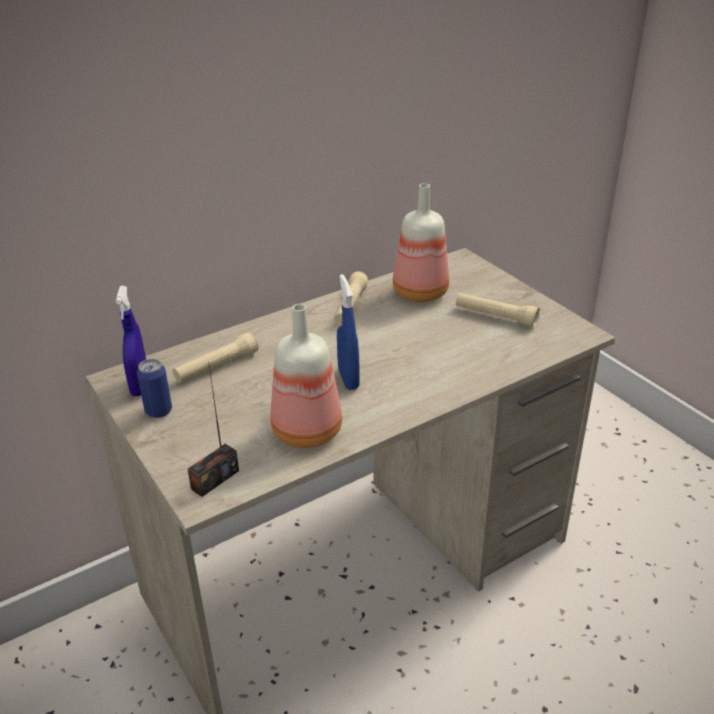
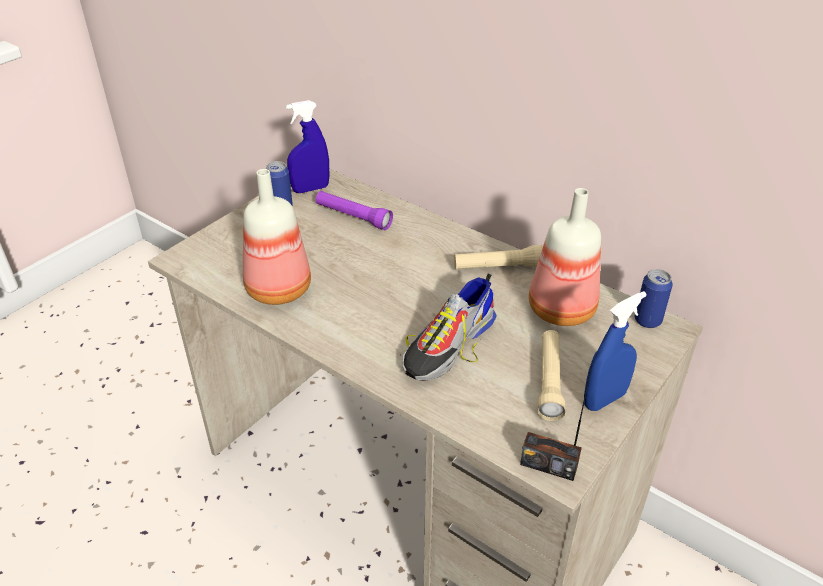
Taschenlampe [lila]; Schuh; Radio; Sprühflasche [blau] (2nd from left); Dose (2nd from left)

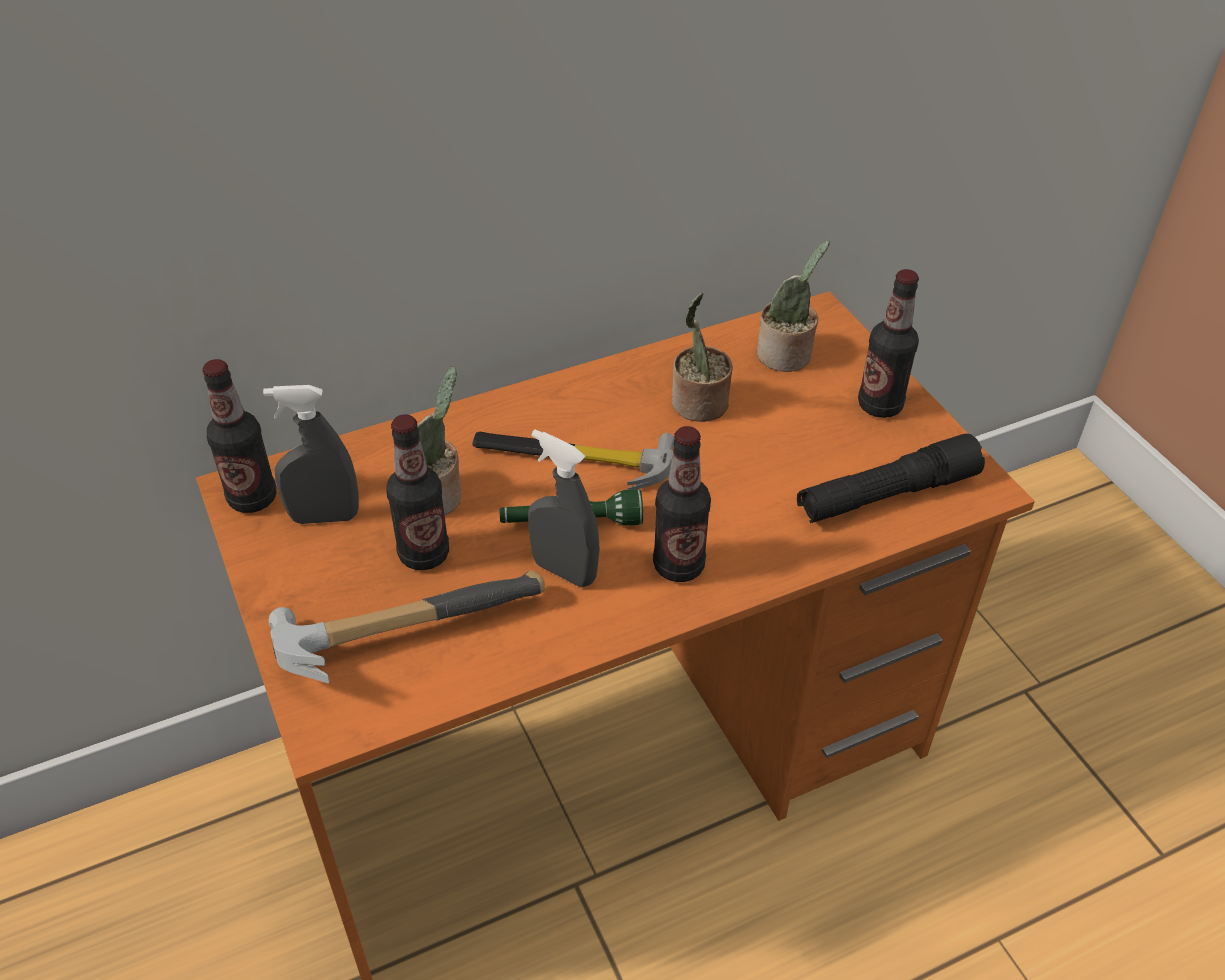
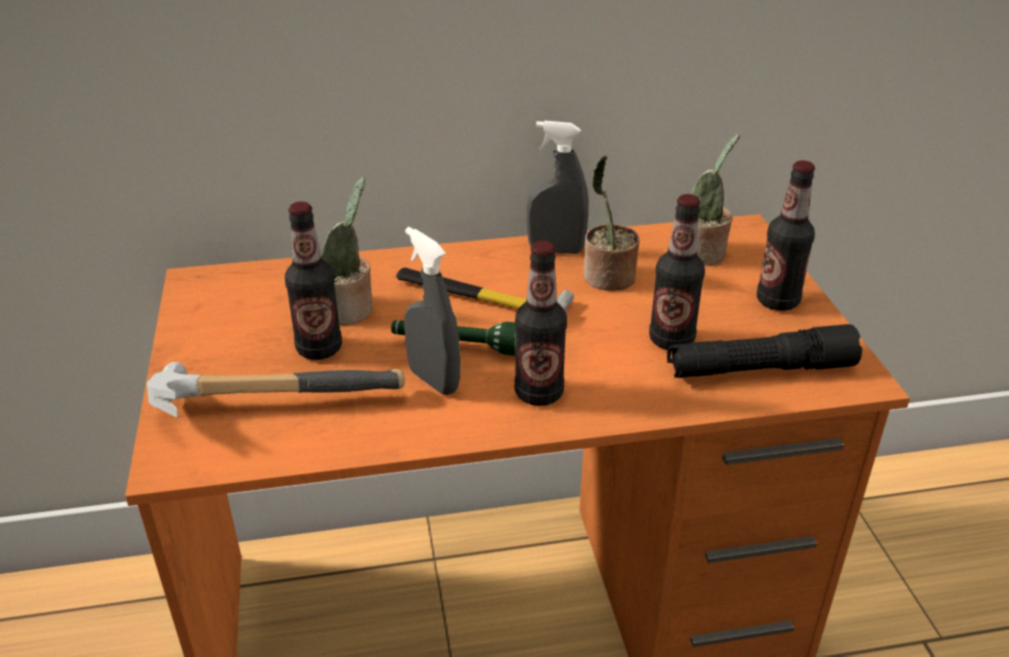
Sprühflasche [grau] (2nd from left); Flasche (3rd from left)

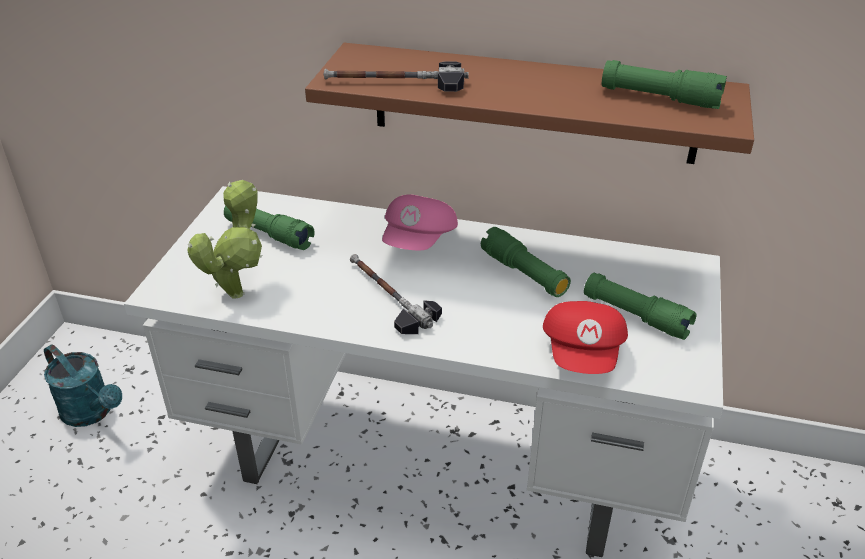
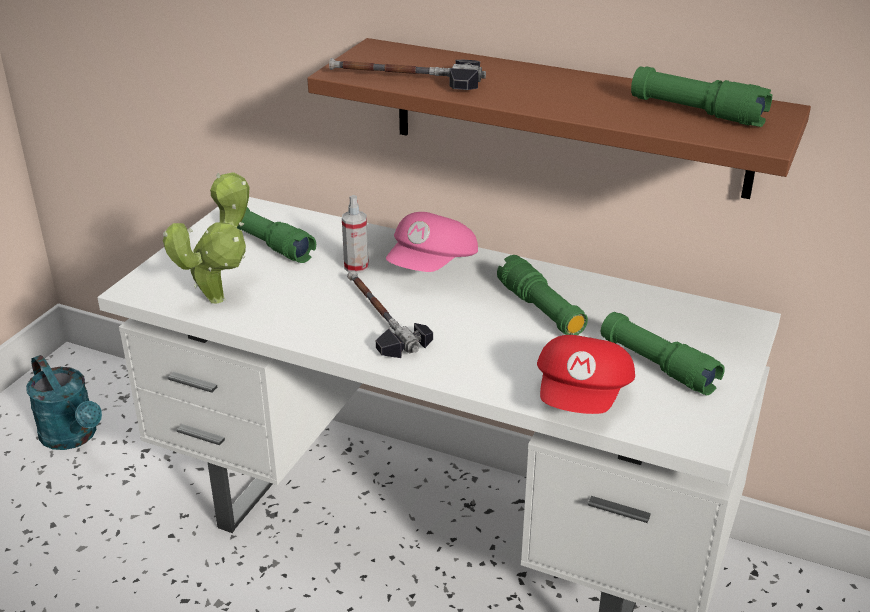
Sprühflasche

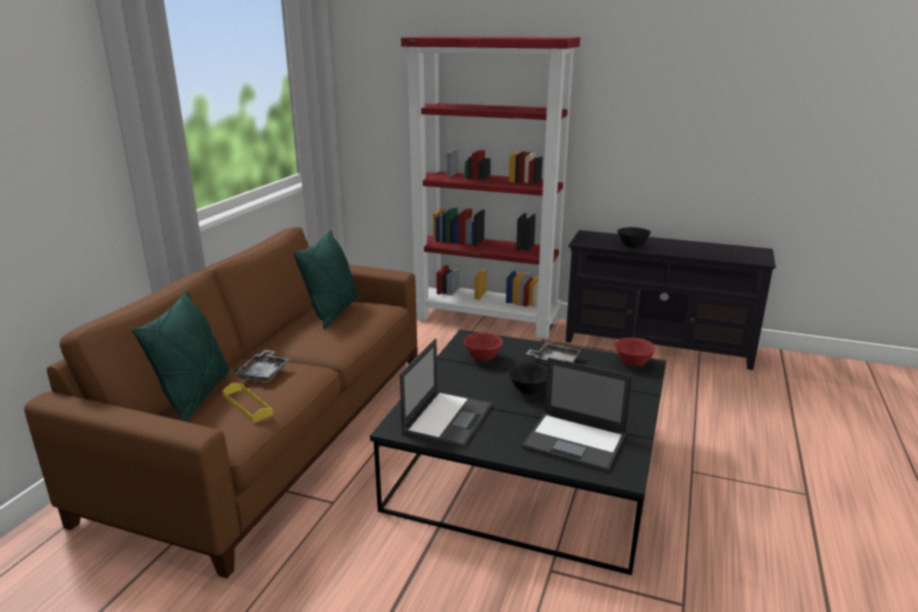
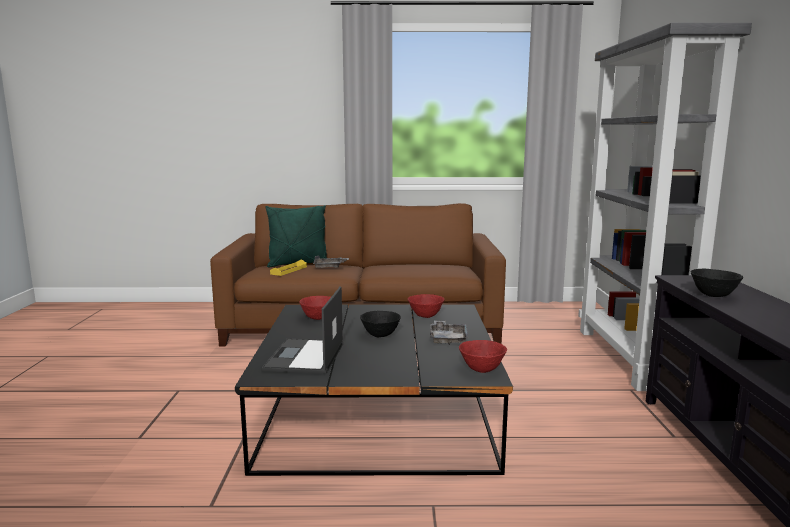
Schüssel [rot] (1st from left); Bücherregal [grau]; Kissen [grün] (2nd from left in the first image)

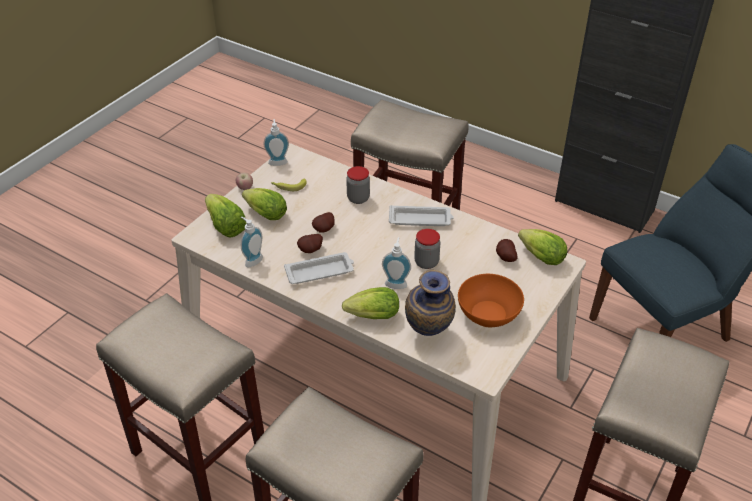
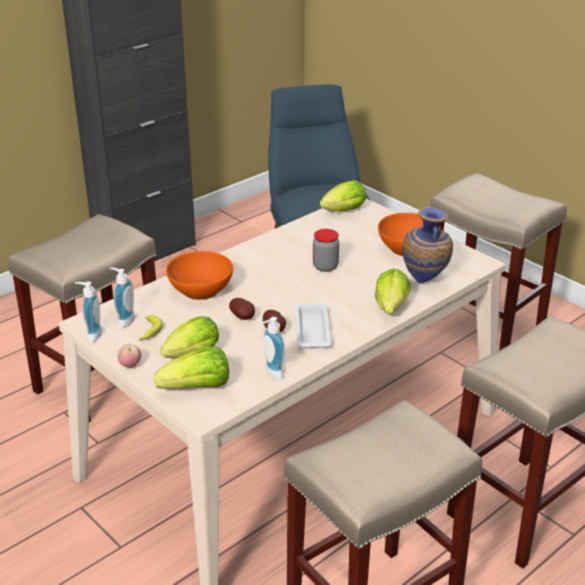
Seifenspender (2nd from left); Schüssel [orange] (1st from left); Tablett [weiß] (2nd from left in the first image); Kartoffel (3rd from left in the first image)

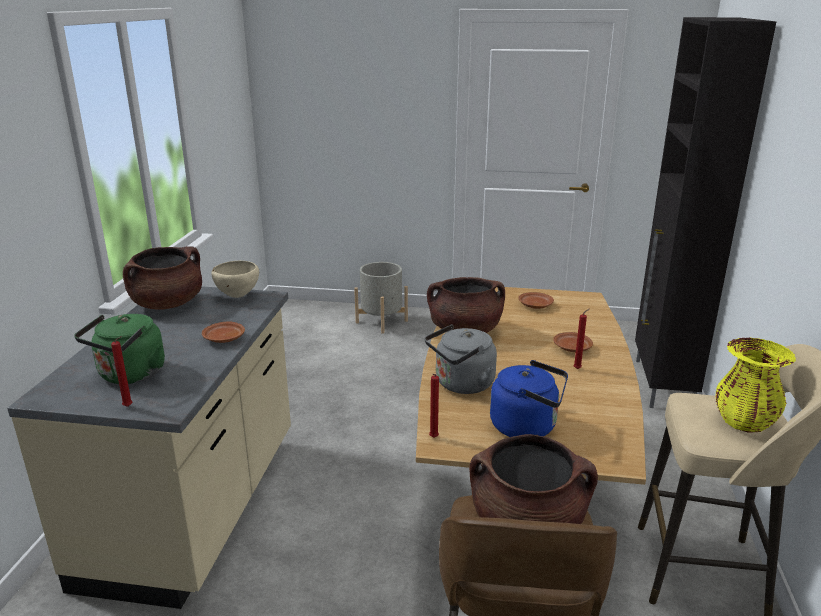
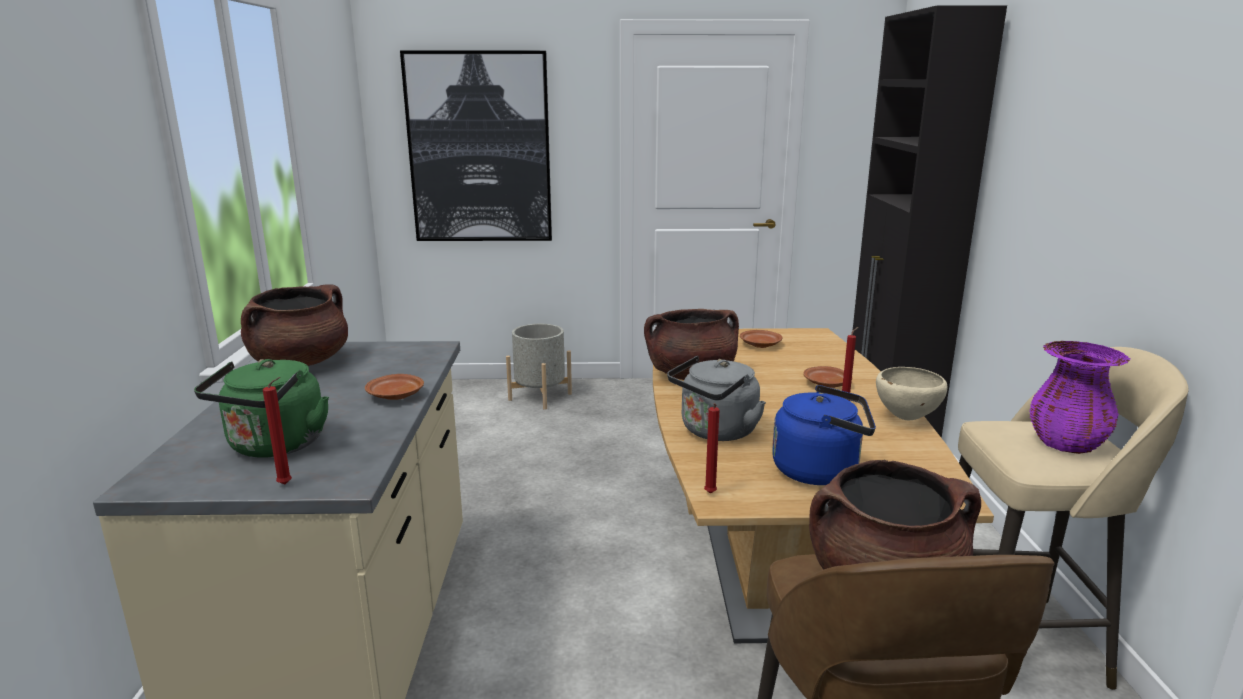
Bild; Schüssel [beige]; Vase [lila]

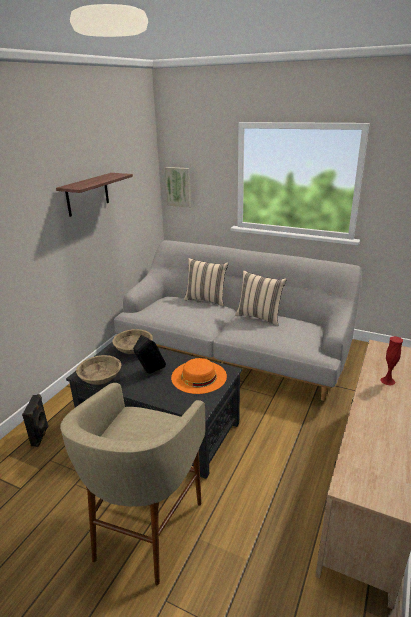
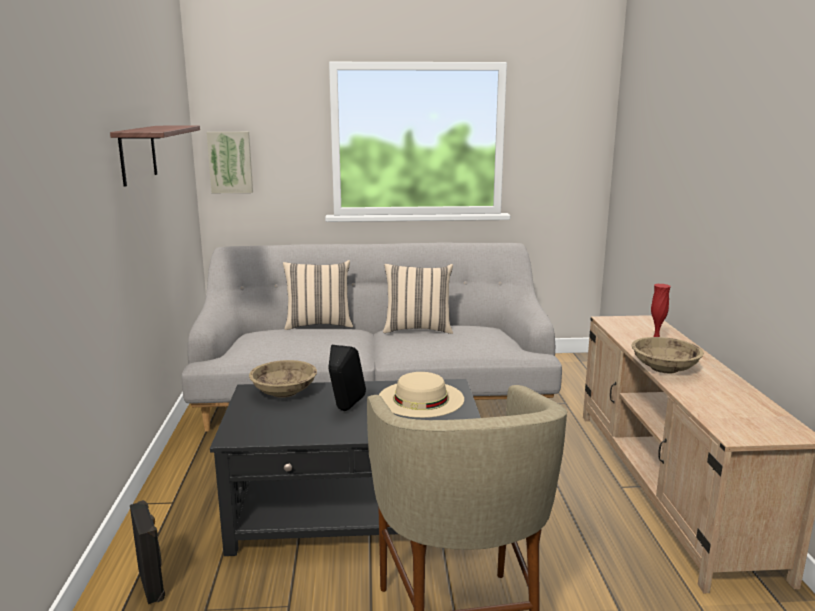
Hut [beige]; Schüssel [beige] (2nd from left)

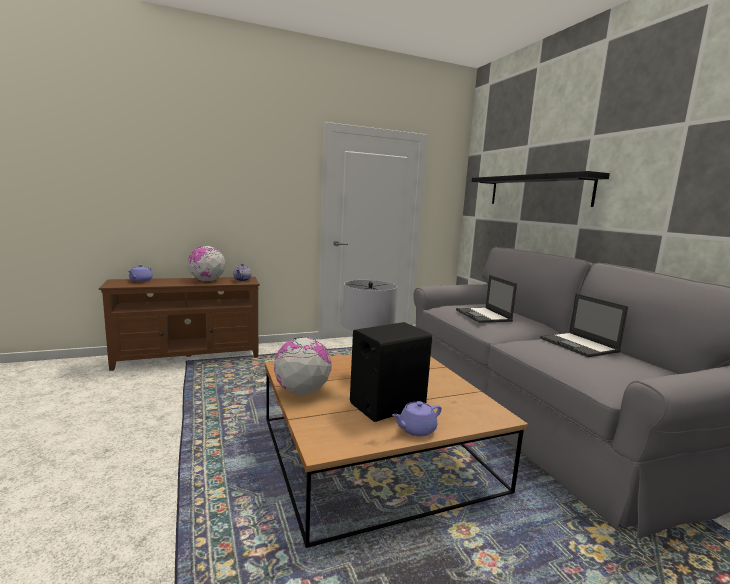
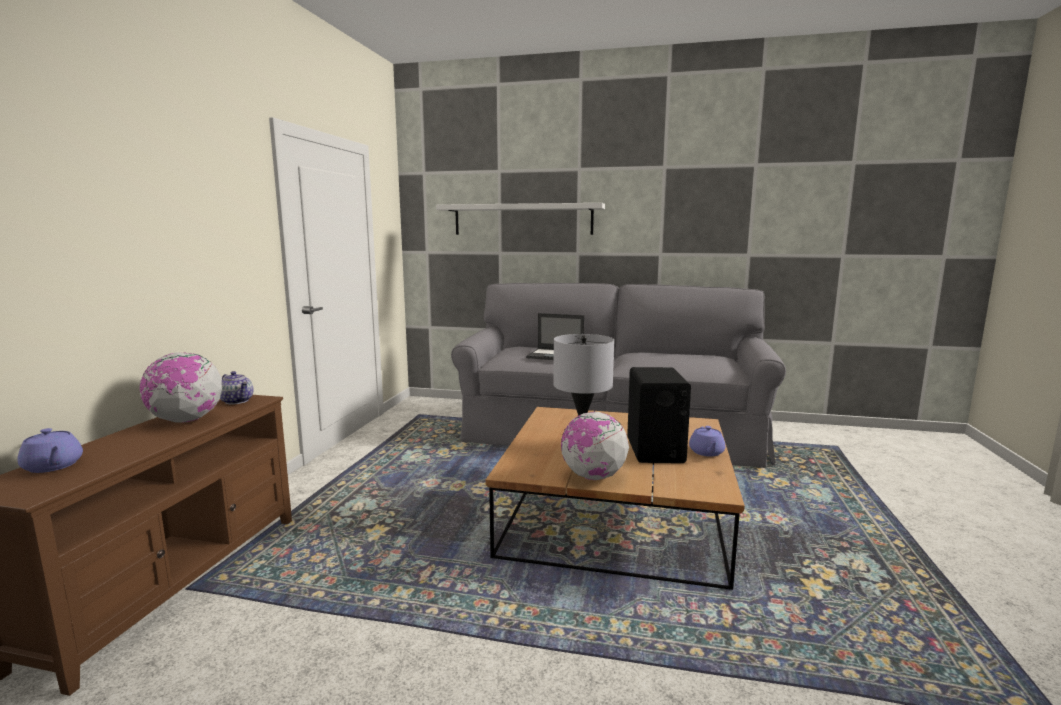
Wandregal [weiß]; Laptop (2nd from left in the first image)

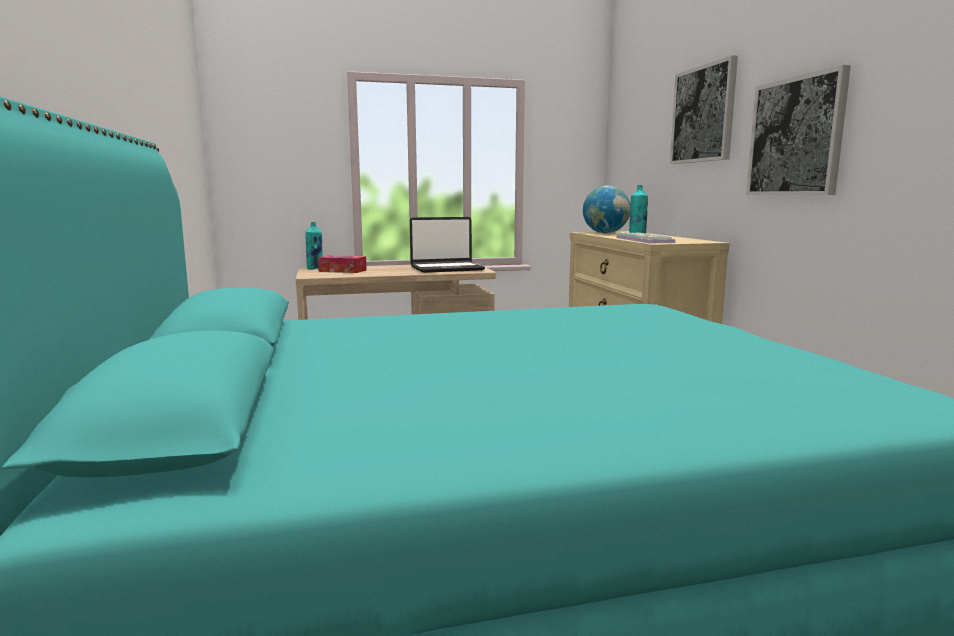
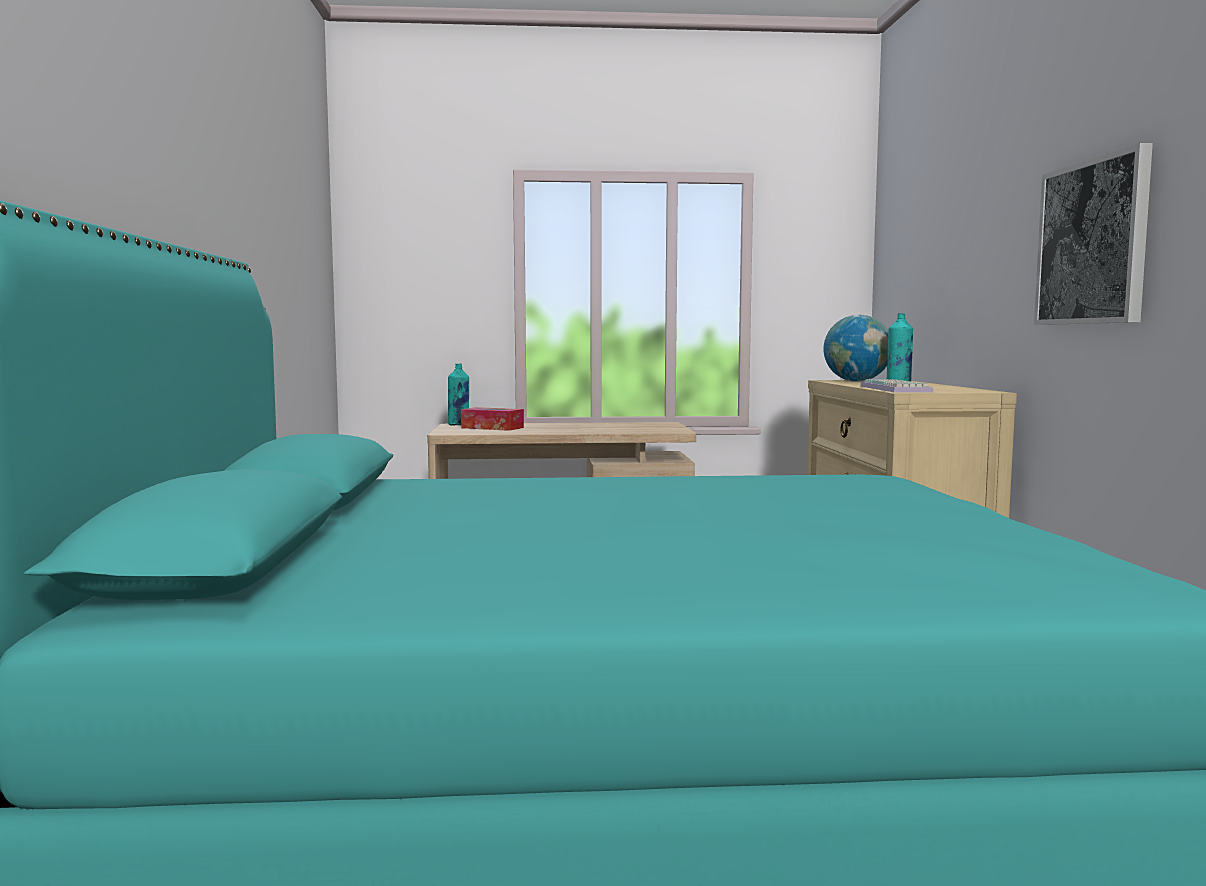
Laptop; Bild (1st from left in the first image)

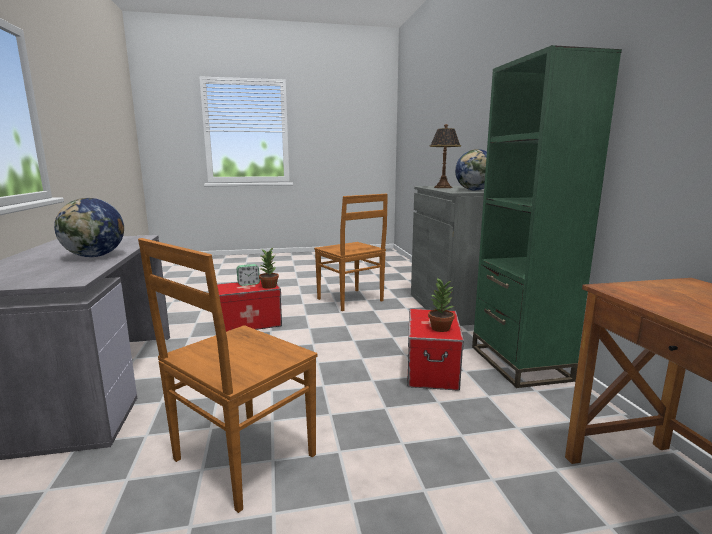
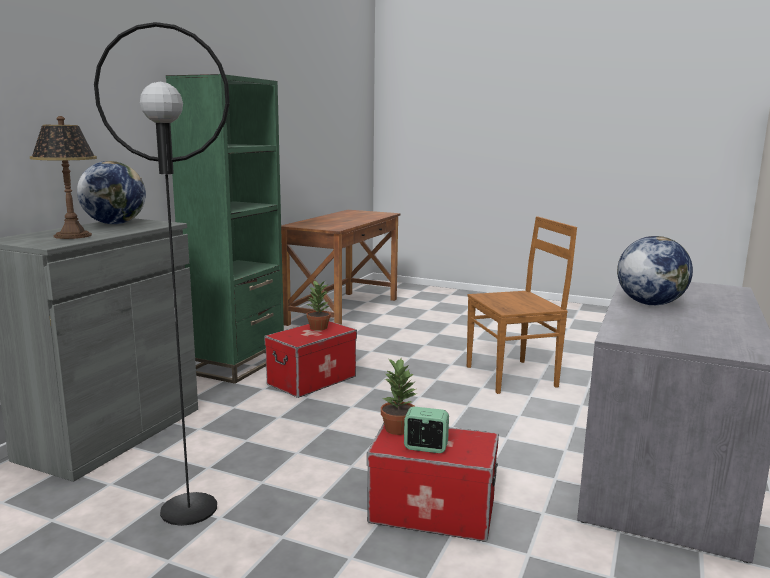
Stehlampe [schwarz]

